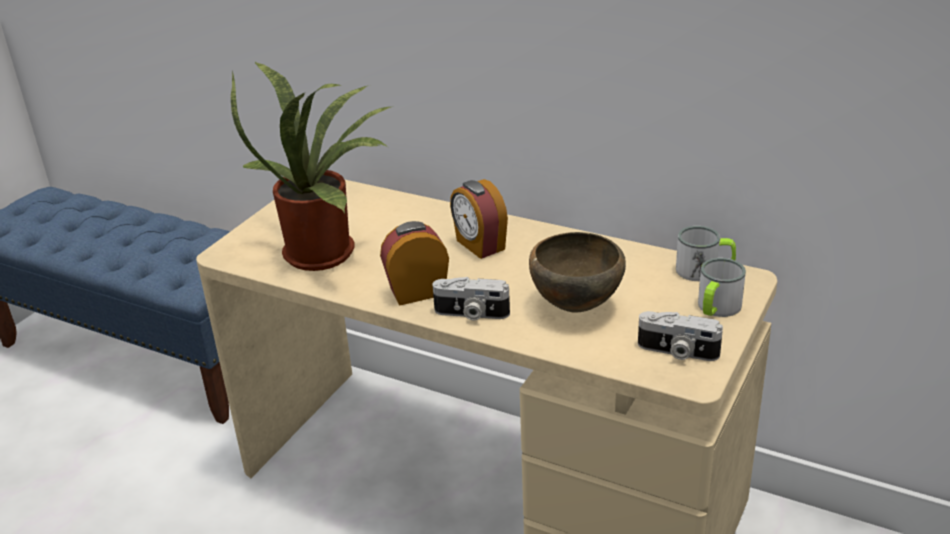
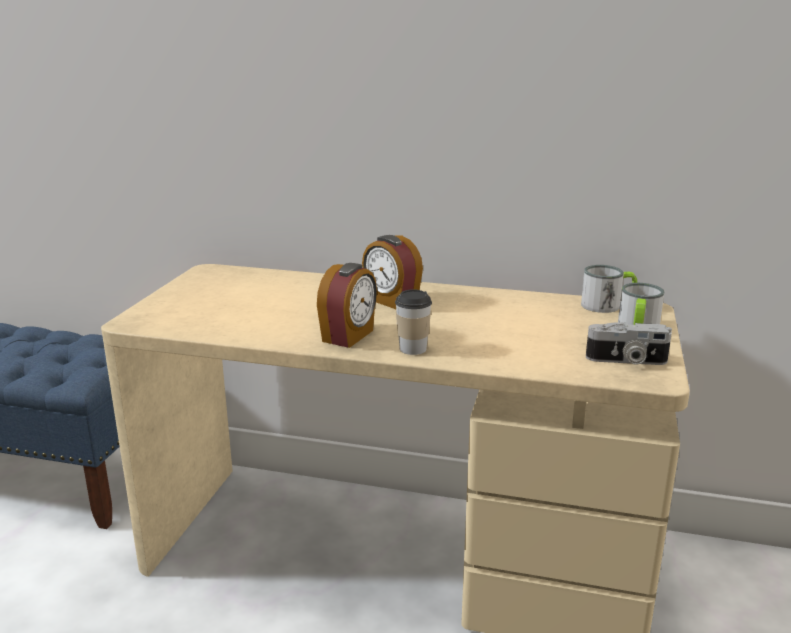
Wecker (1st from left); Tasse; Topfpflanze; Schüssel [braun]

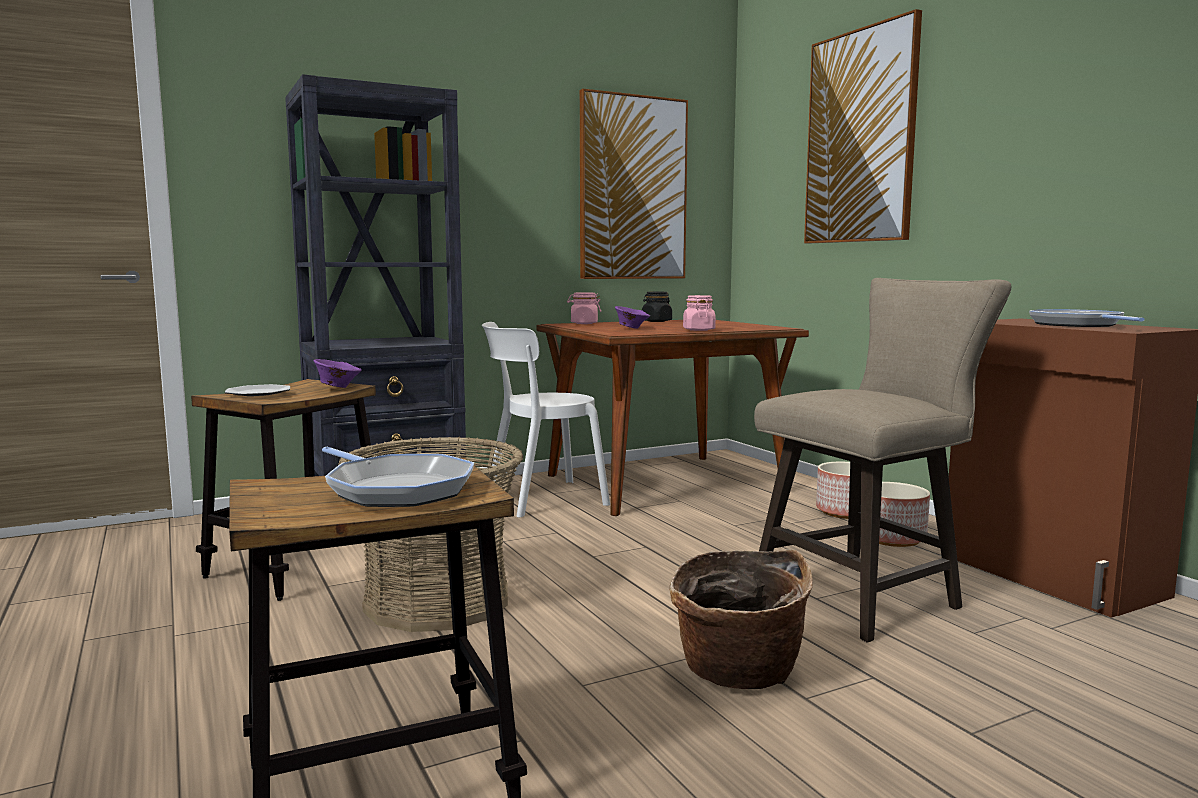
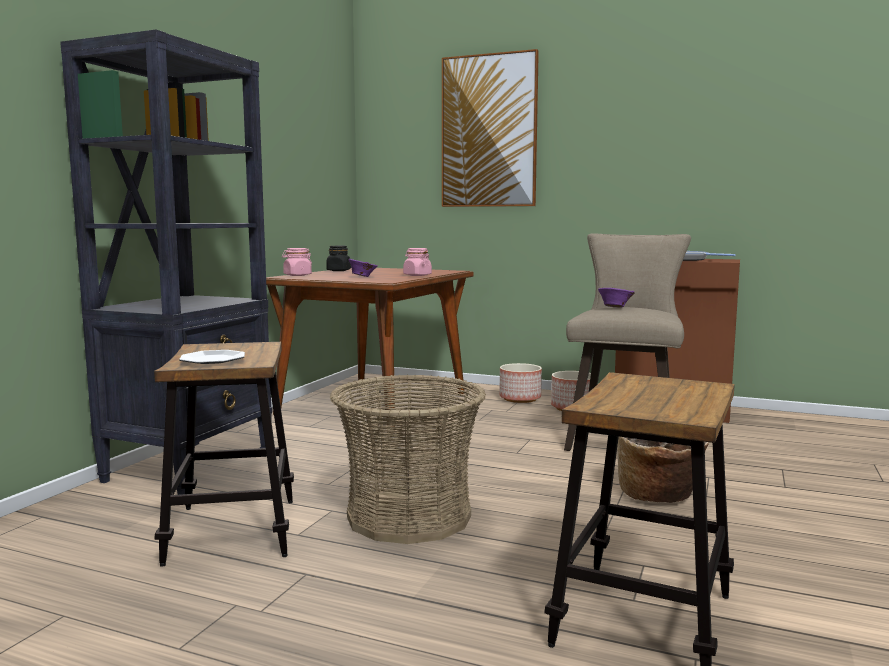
Schüssel [lila] (2nd from left); Pfanne (1st from left in the first image); Stuhl [weiß]; Bild (1st from left in the first image)

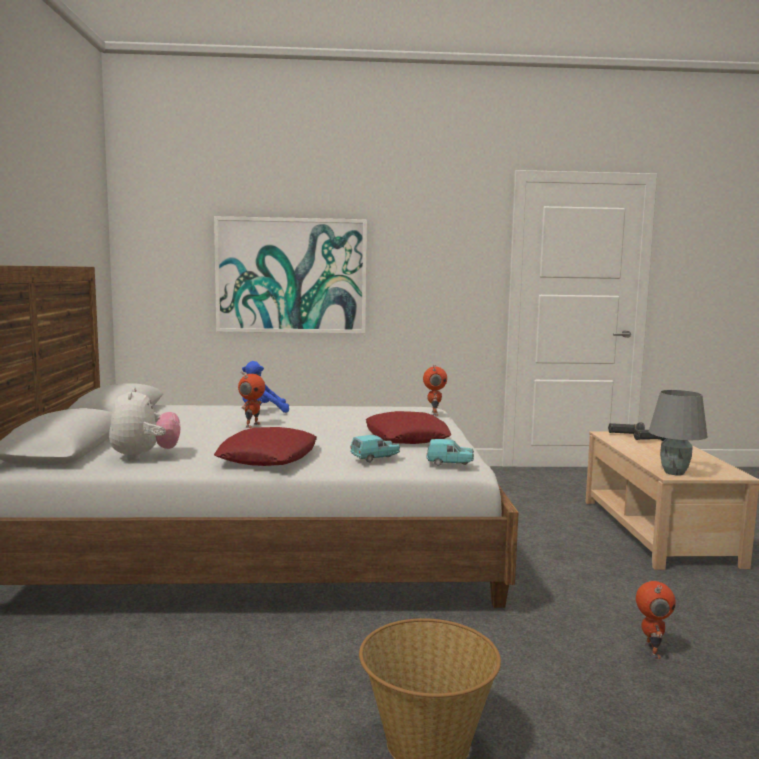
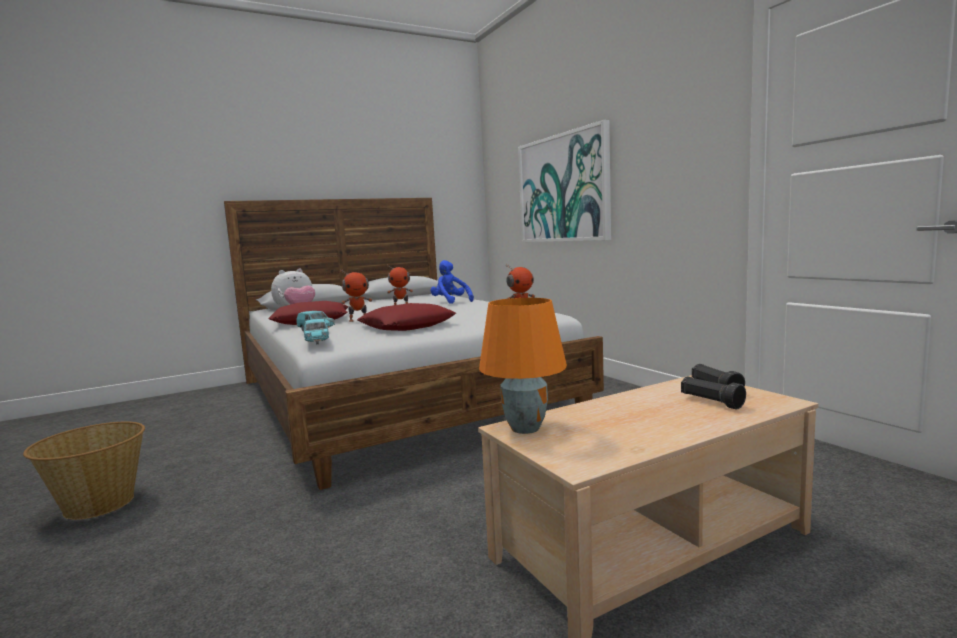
Spielzeugroboter (1st from left); Tischlampe [orange]

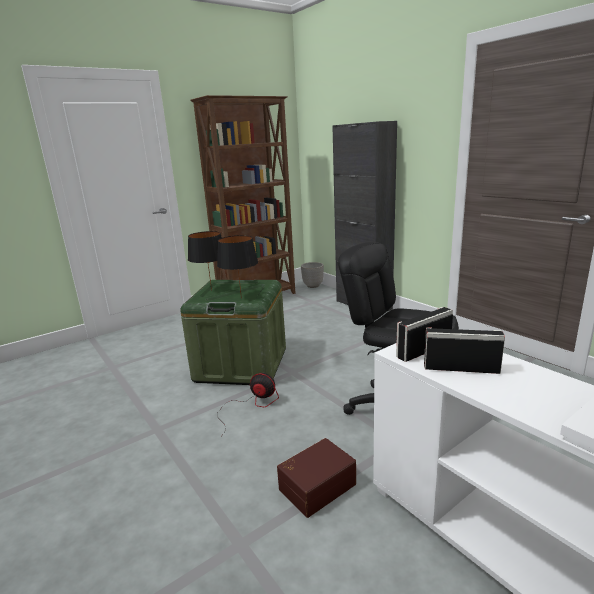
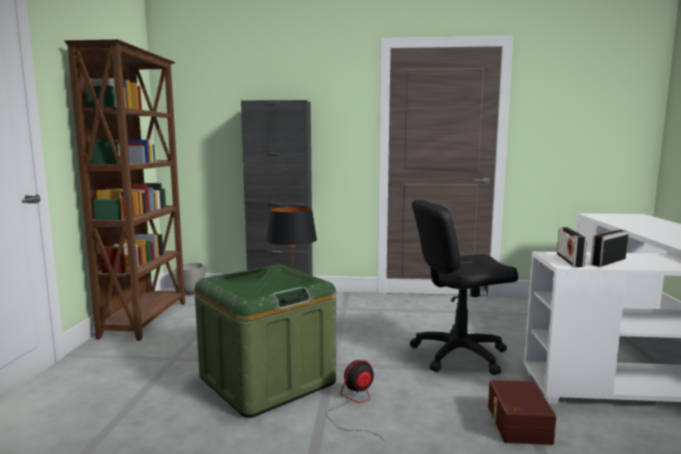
Tischlampe [schwarz] (1st from left in the first image)

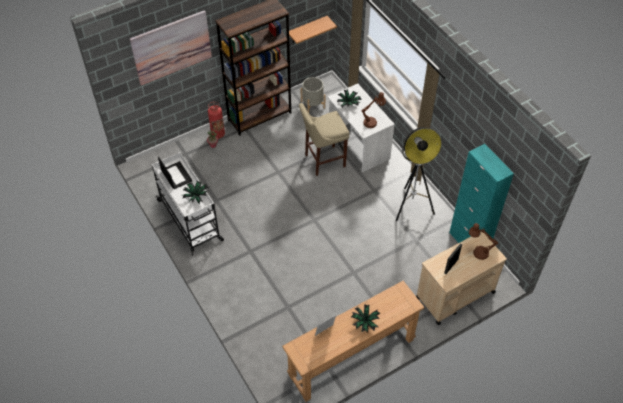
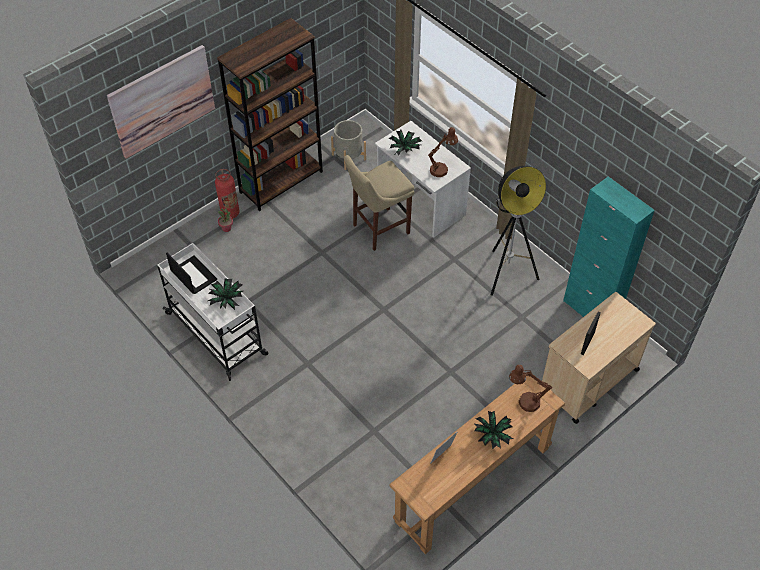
Tischlampe [braun] (2nd from left); Wandregal

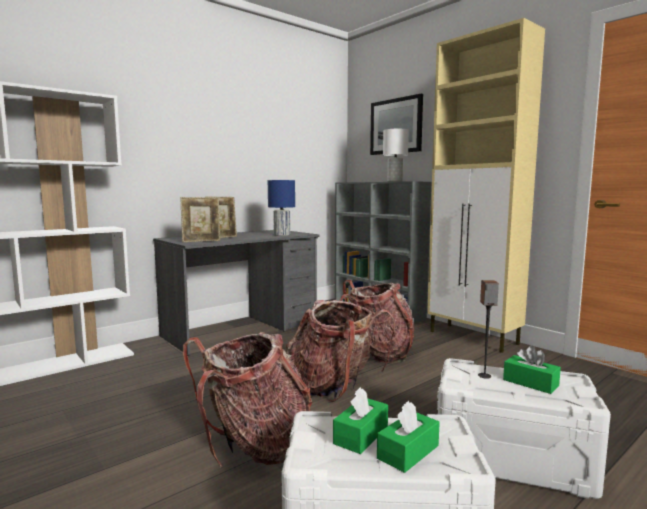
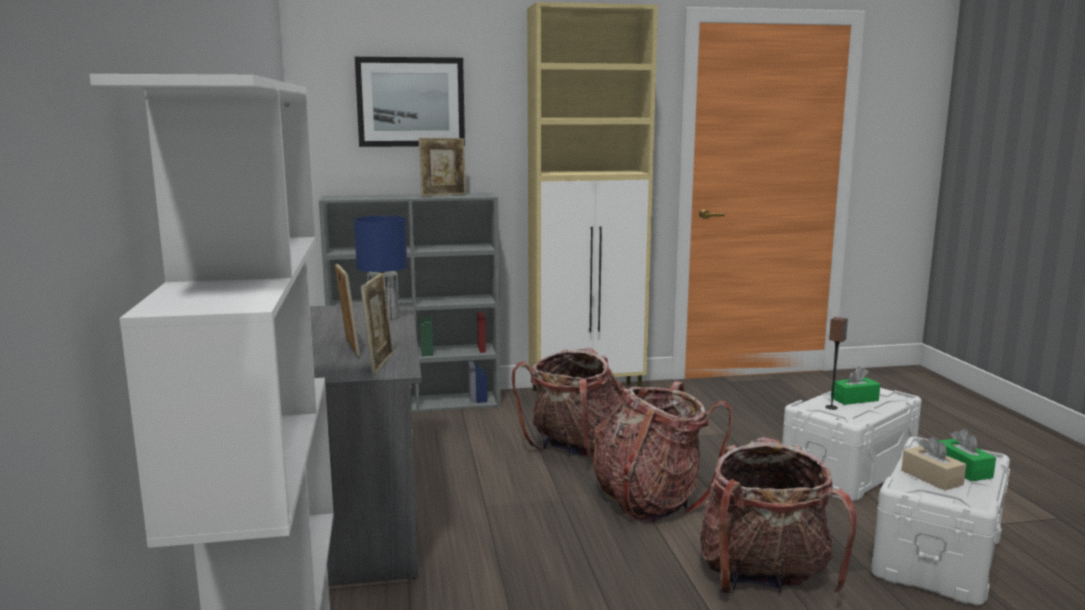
Bilderrahmen (3rd from left); Taschentuchbox [beige]

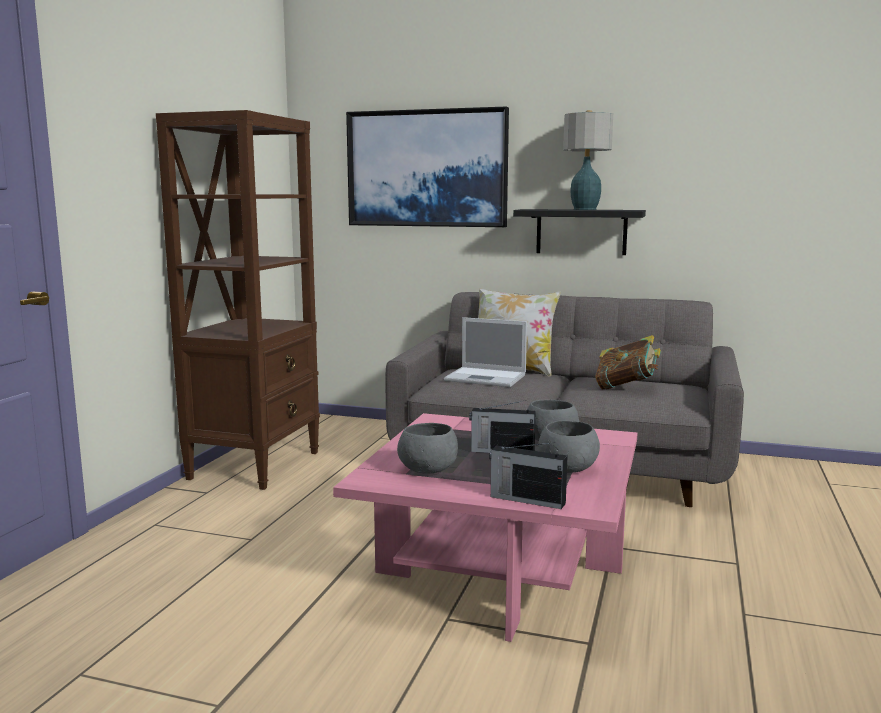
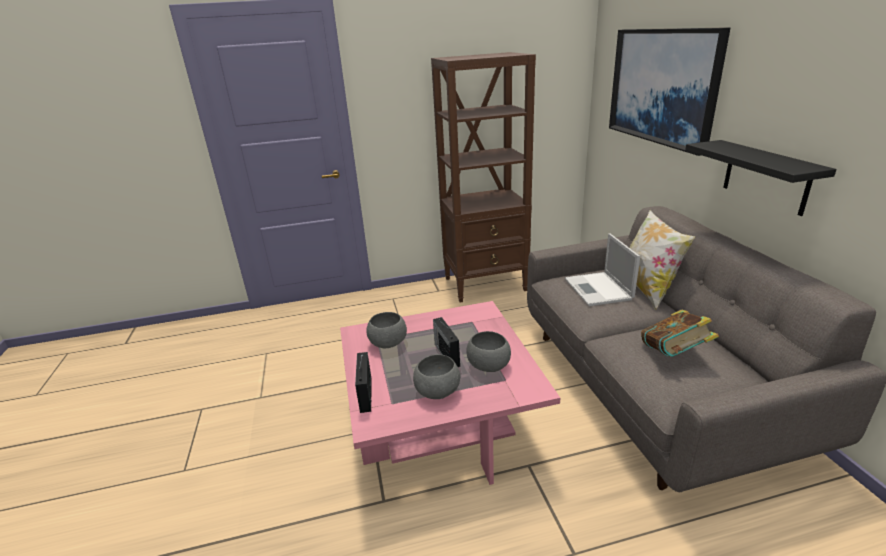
Tischlampe

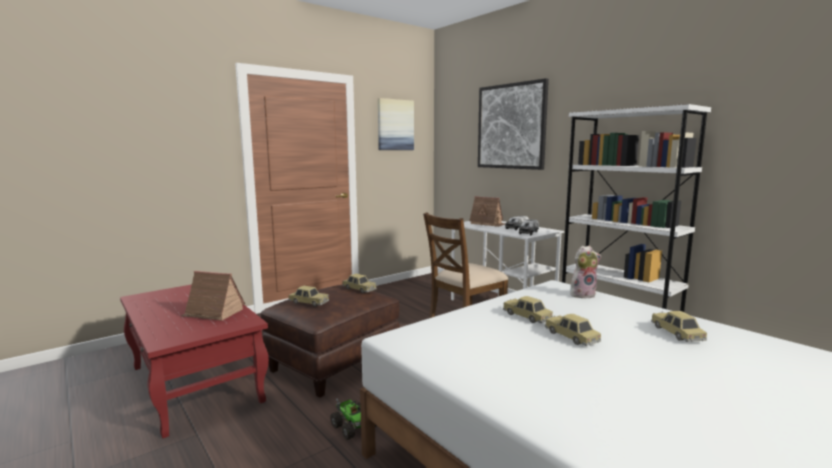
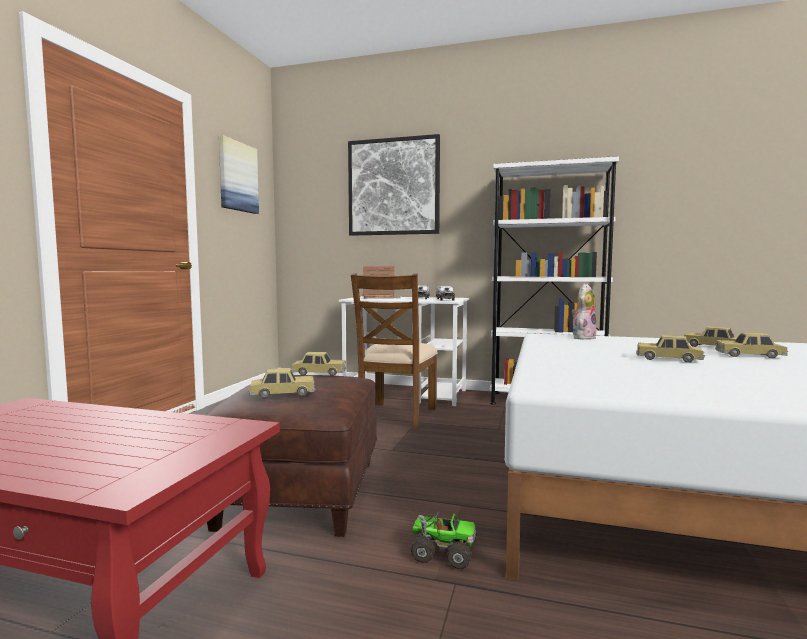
Spielzeugauto (5th from left); Spielzeughaus (1st from left in the first image)

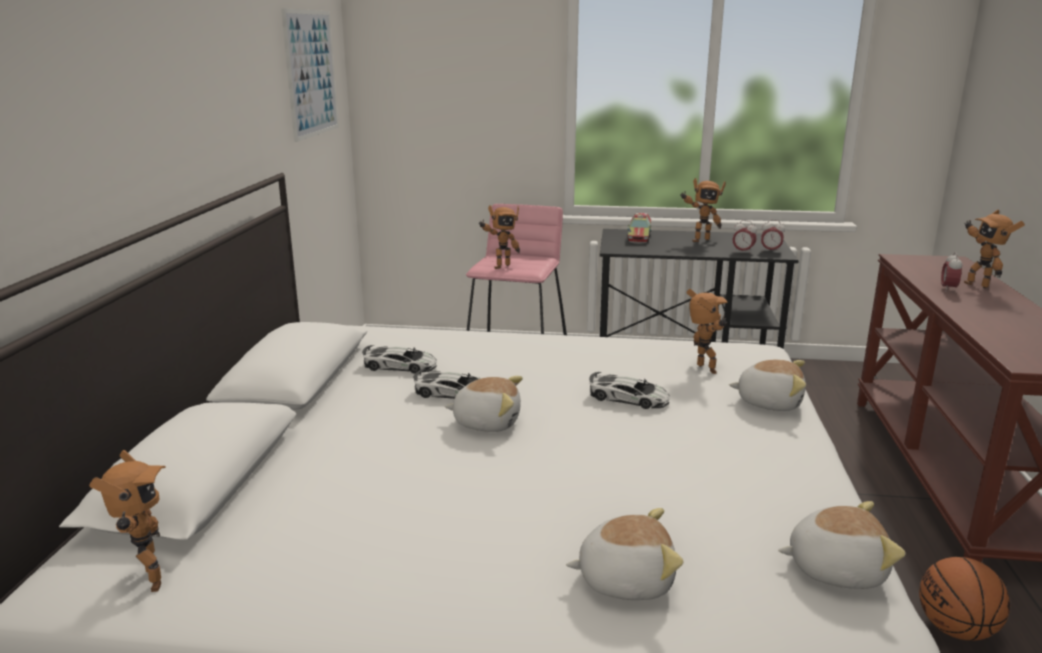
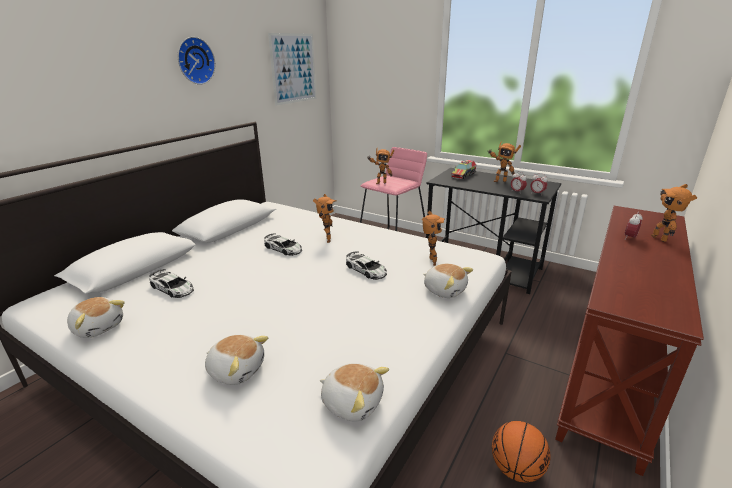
Plüschtier (1st from left); Spielzeugauto (1st from left); Wanduhr; Spielzeugroboter (1st from left)

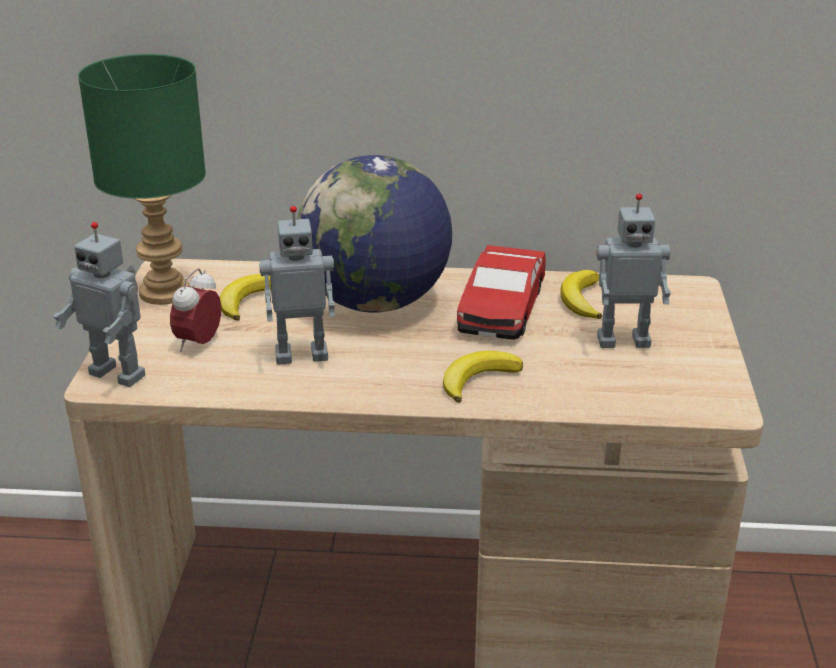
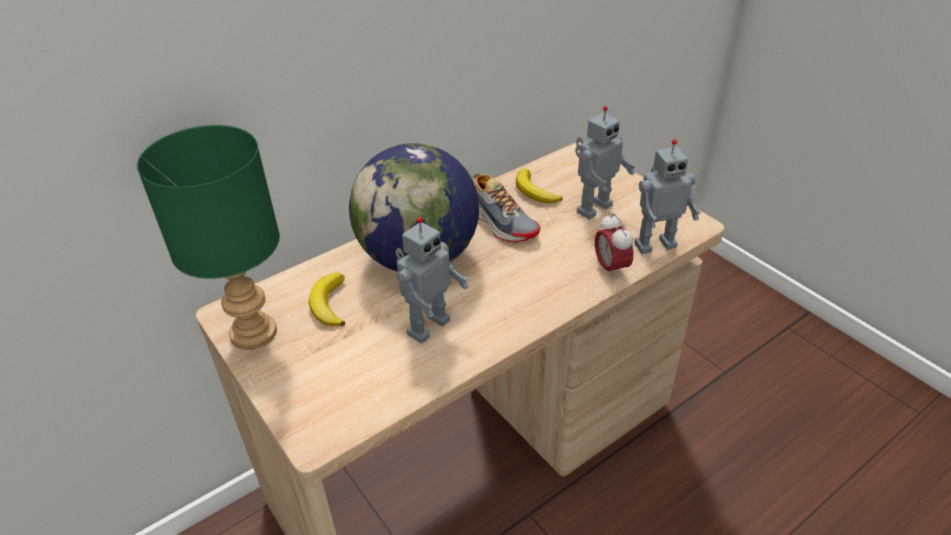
Schuh; Wecker; Spielzeugroboter (3rd from left); Banane (2nd from left in the first image)

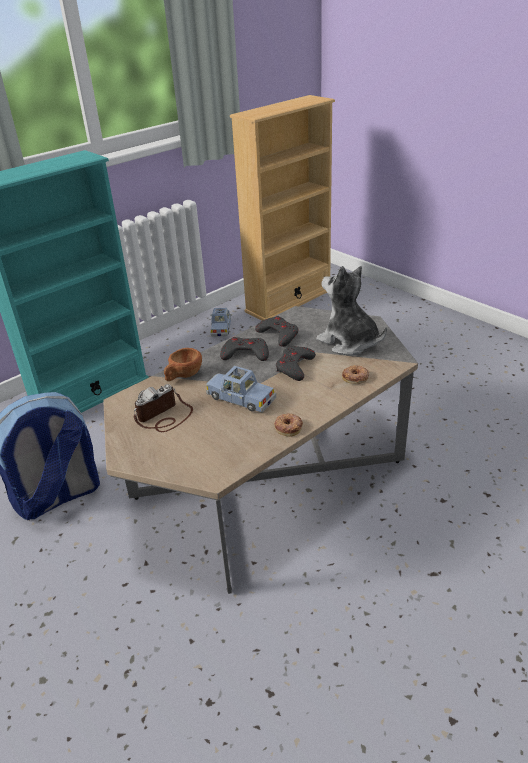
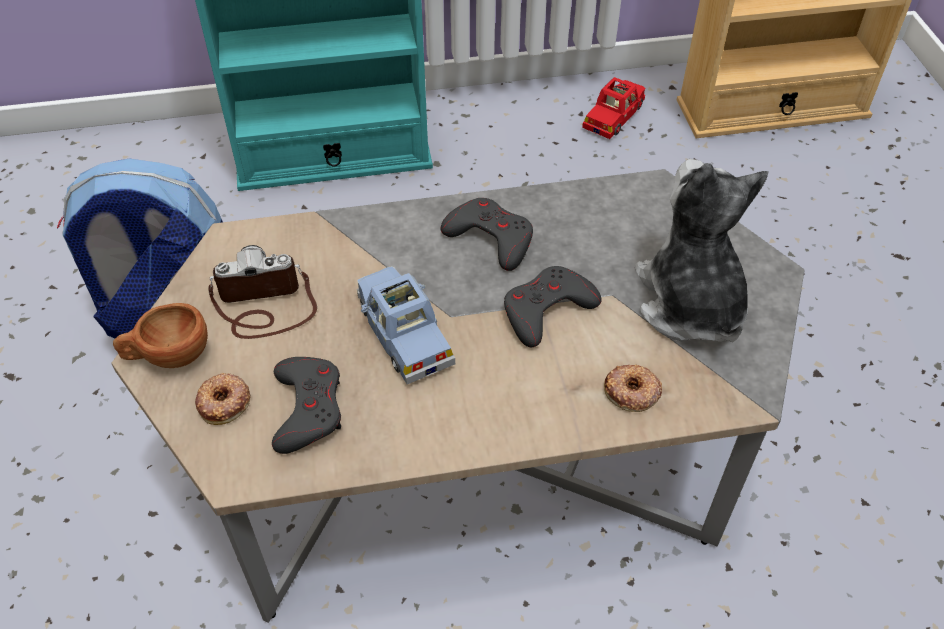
Tasse [braun]; Donut (1st from left); Gamepad [grau] (1st from left); Spielzeugauto [rot]

